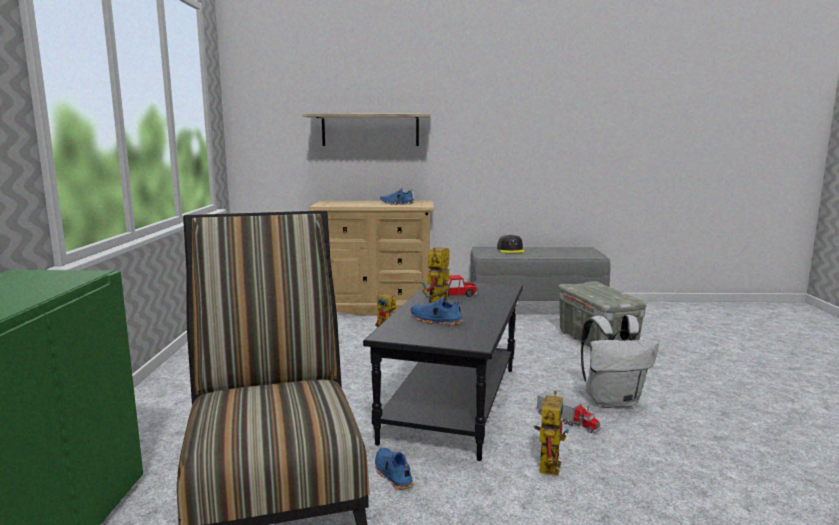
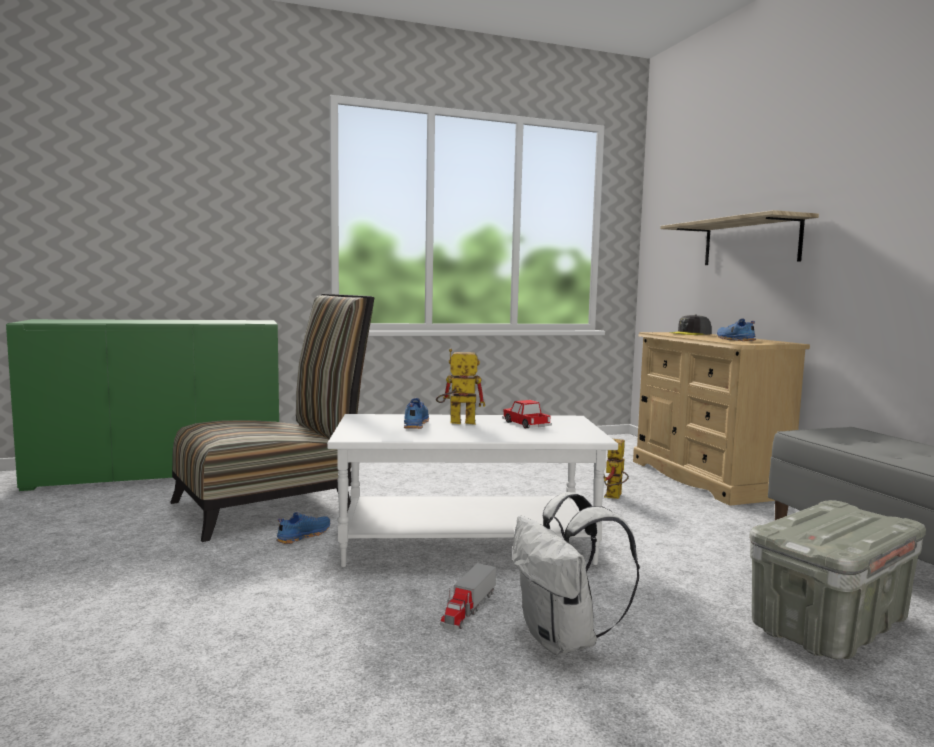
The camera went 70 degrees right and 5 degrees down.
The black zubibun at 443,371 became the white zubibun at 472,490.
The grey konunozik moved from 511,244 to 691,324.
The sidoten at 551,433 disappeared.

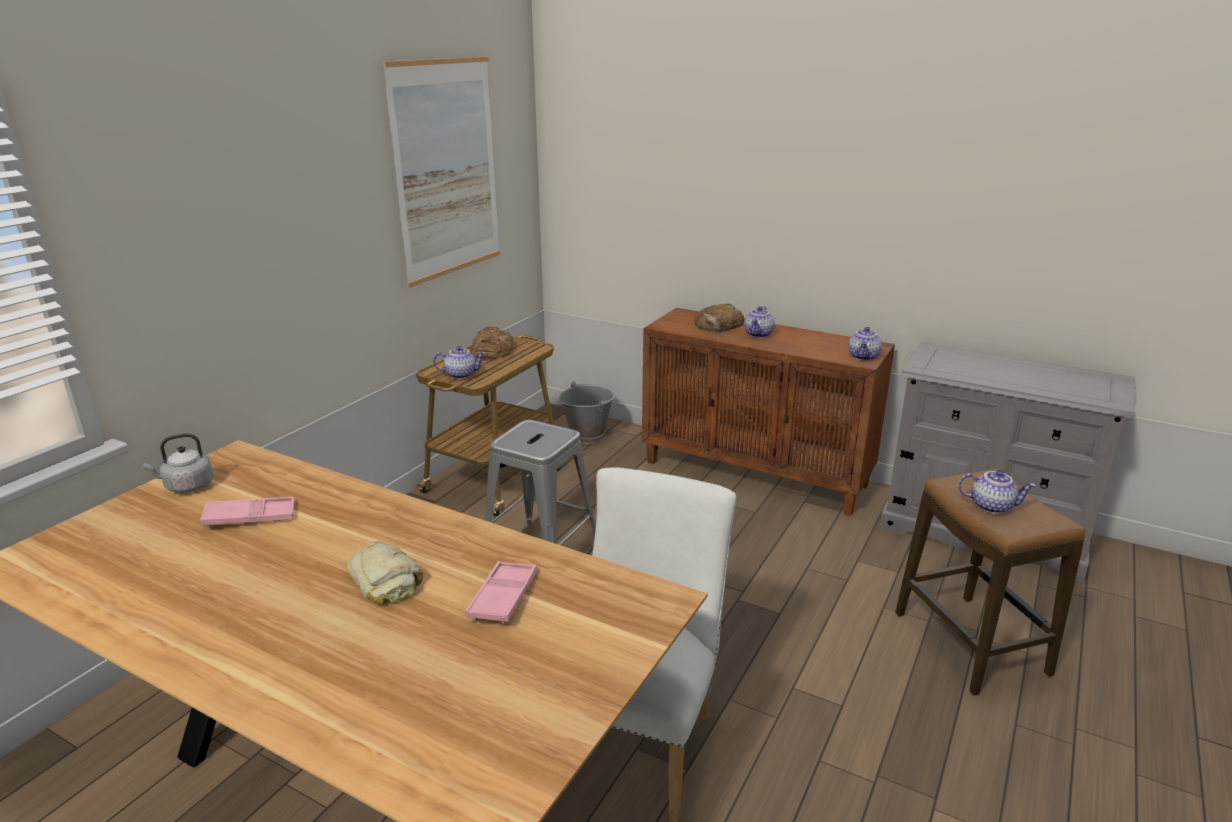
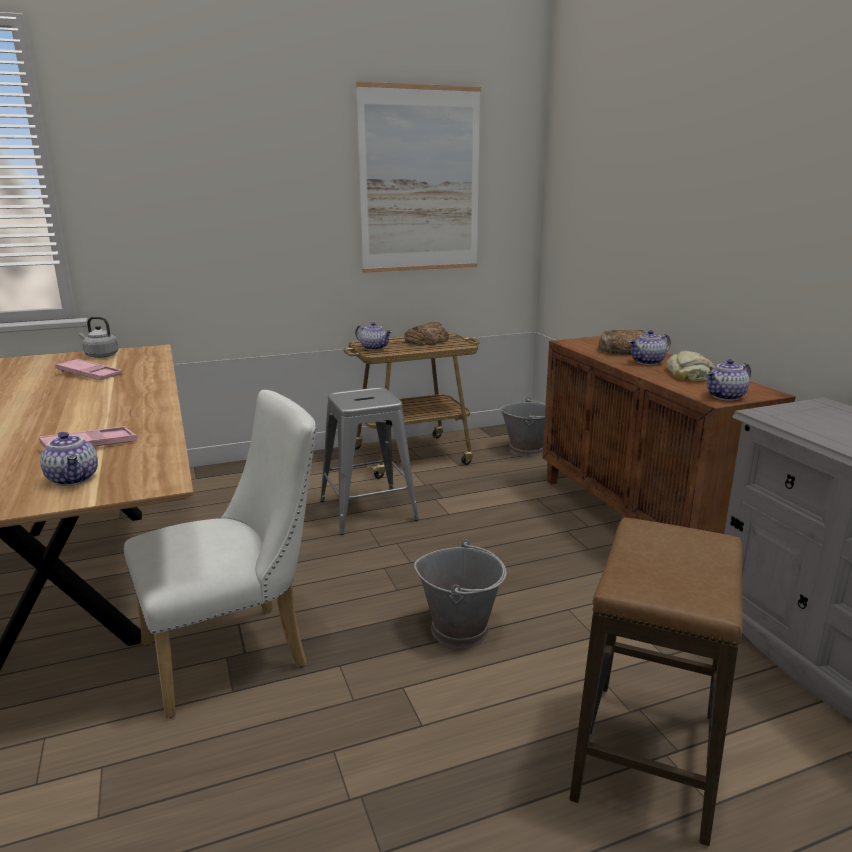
The camera went 40 degrees right and 5 degrees down.
The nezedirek moved from 385,572 to 691,366.
The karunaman moved from 997,492 to 69,459.
The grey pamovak at 460,593 appeared.

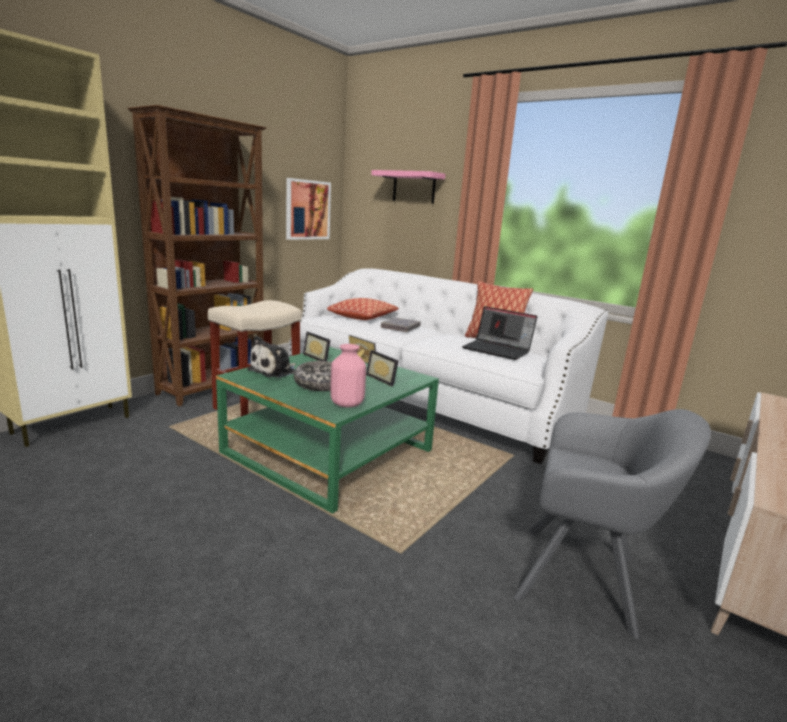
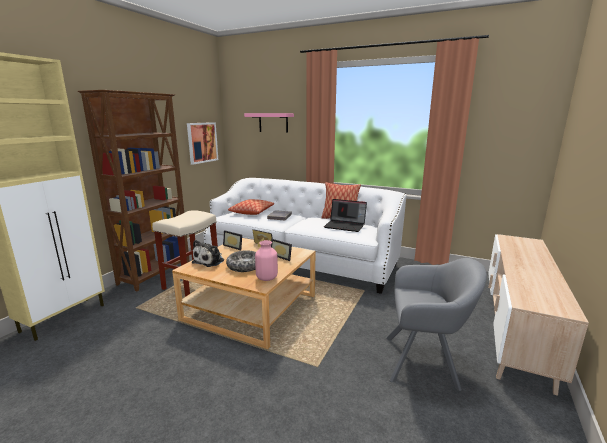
The camera went 10 degrees left and 0 degrees up.
The green zubibun at 327,430 became the beige zubibun at 243,293.

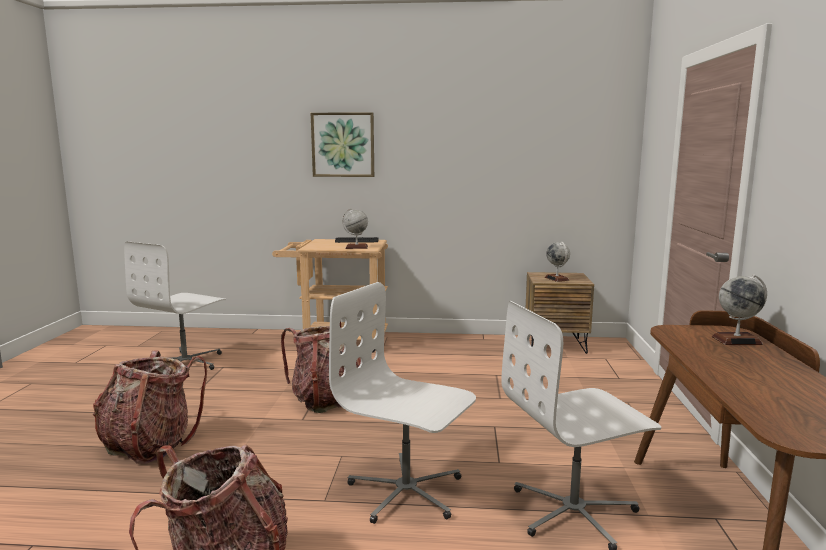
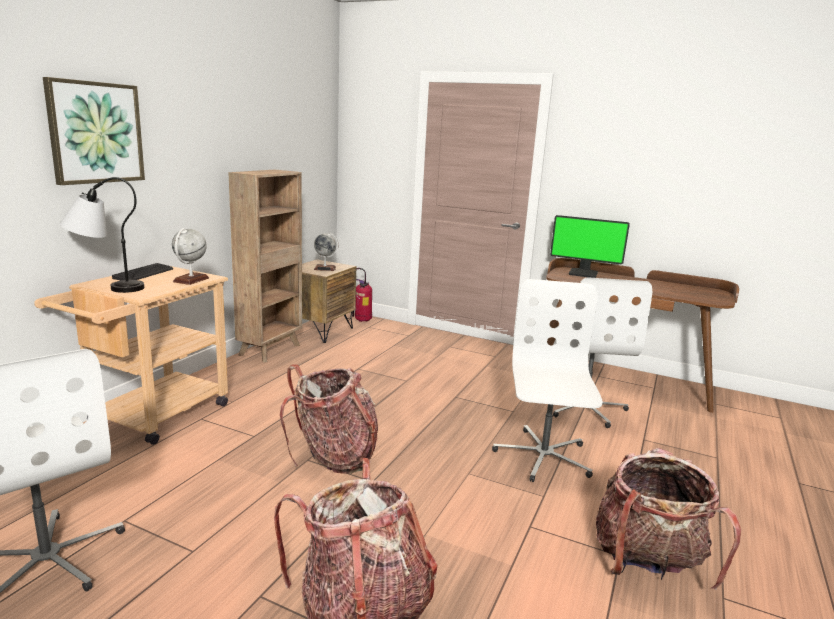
The camera went 70 degrees left and 5 degrees up.
The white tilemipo at 402,403 turned 135 degrees clockwise.
The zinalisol at 739,309 was replaced by the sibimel at 590,246.
The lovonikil at 102,235 appeared.
The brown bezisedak at 265,266 appeared.
The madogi at 362,295 appeared.

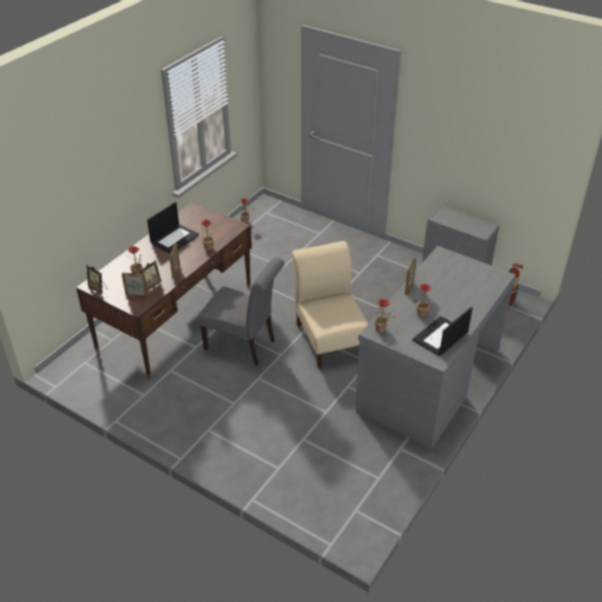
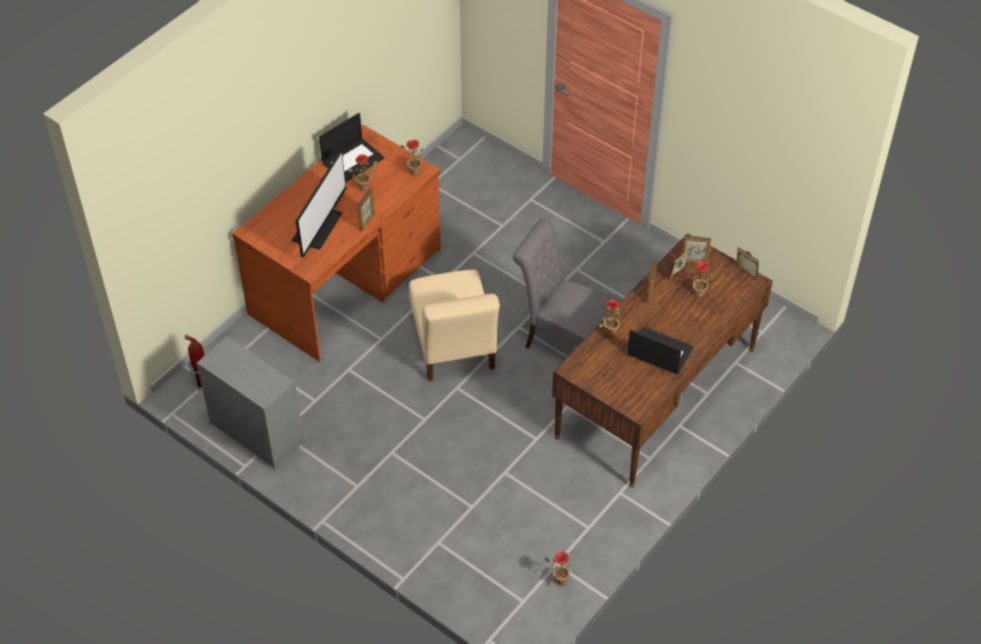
The camera went 175 degrees left and 10 degrees up.
The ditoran at 173,228 turned 75 degrees clockwise.
The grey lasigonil at 435,347 became the brown lasigonil at 336,243.
The sibimel at 319,204 appeared.

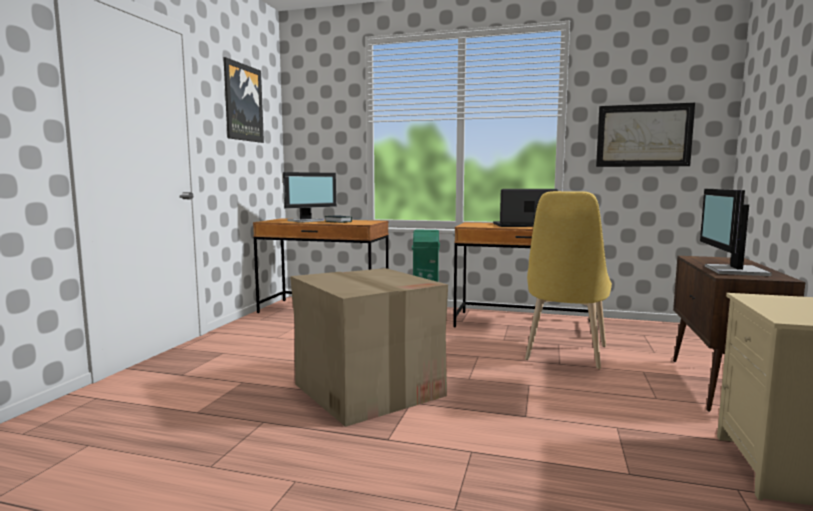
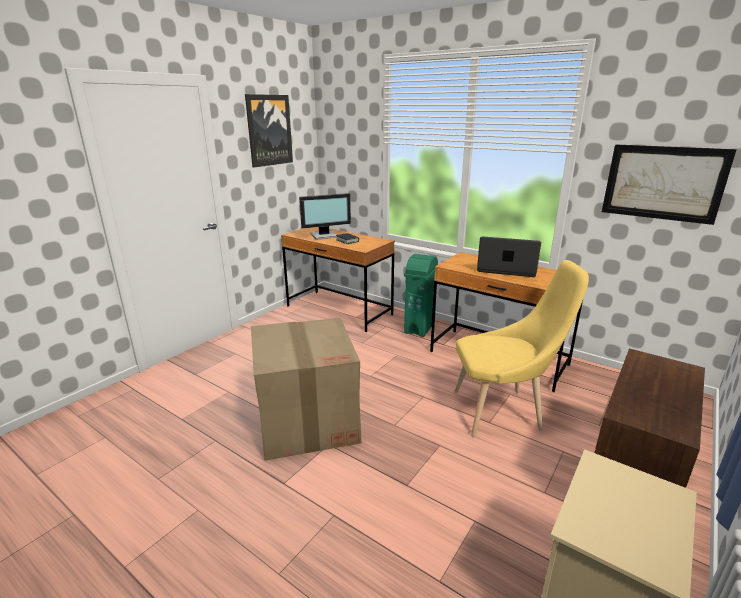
The camera went 20 degrees right and 15 degrees up.
The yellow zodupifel at 568,280 turned 135 degrees counterclockwise.
The sibimel at 736,232 disappeared.

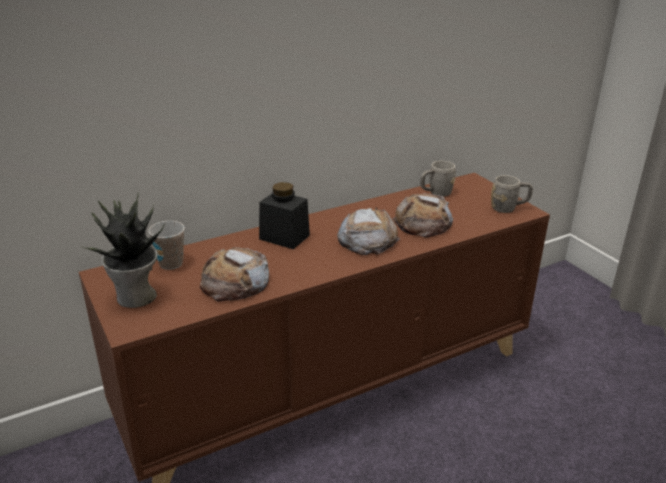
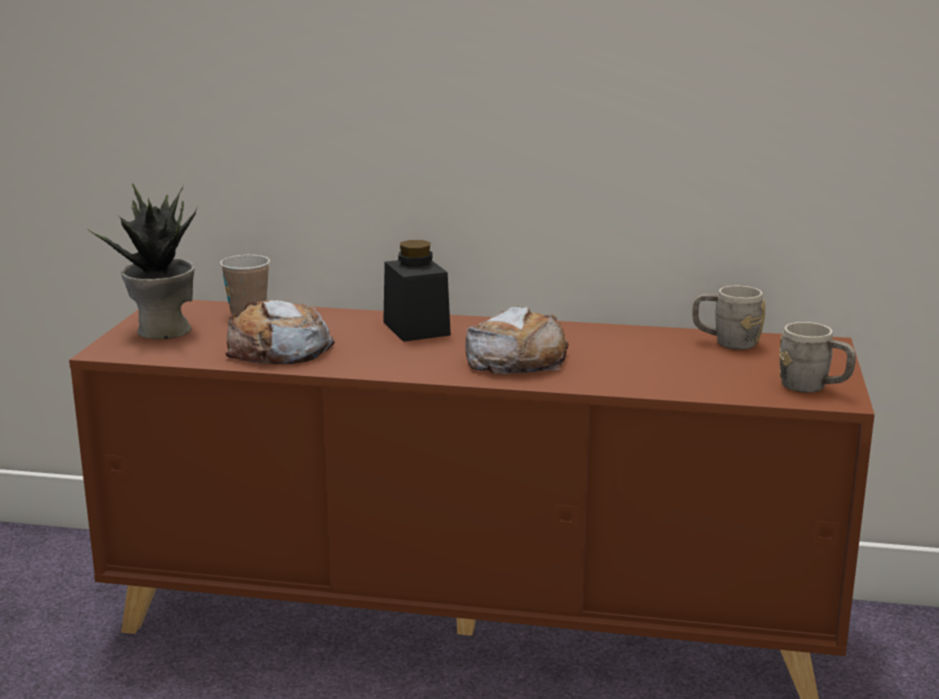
The camera went 40 degrees right and 10 degrees down.
The nezedirek at 423,215 disappeared.

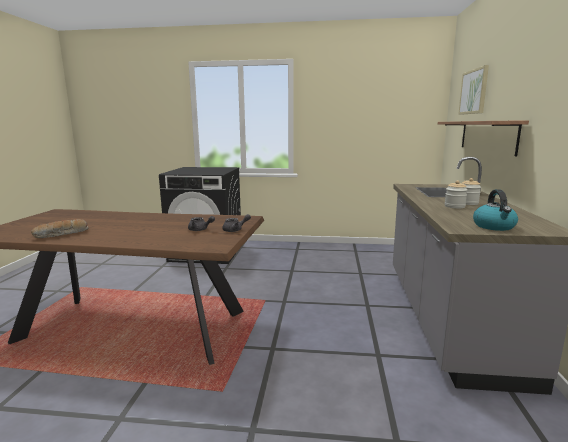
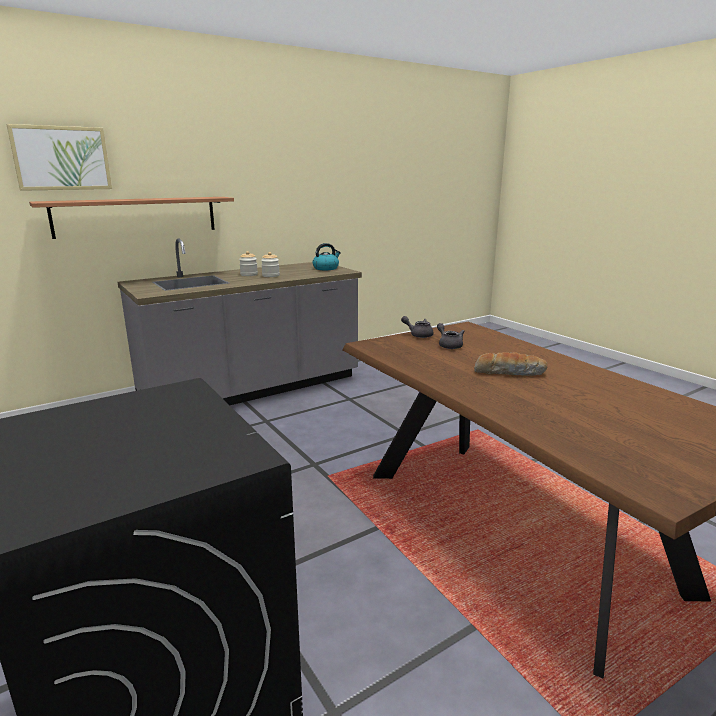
The camera went 130 degrees left and 5 degrees up.
The nezedirek moved from 60,228 to 510,364.

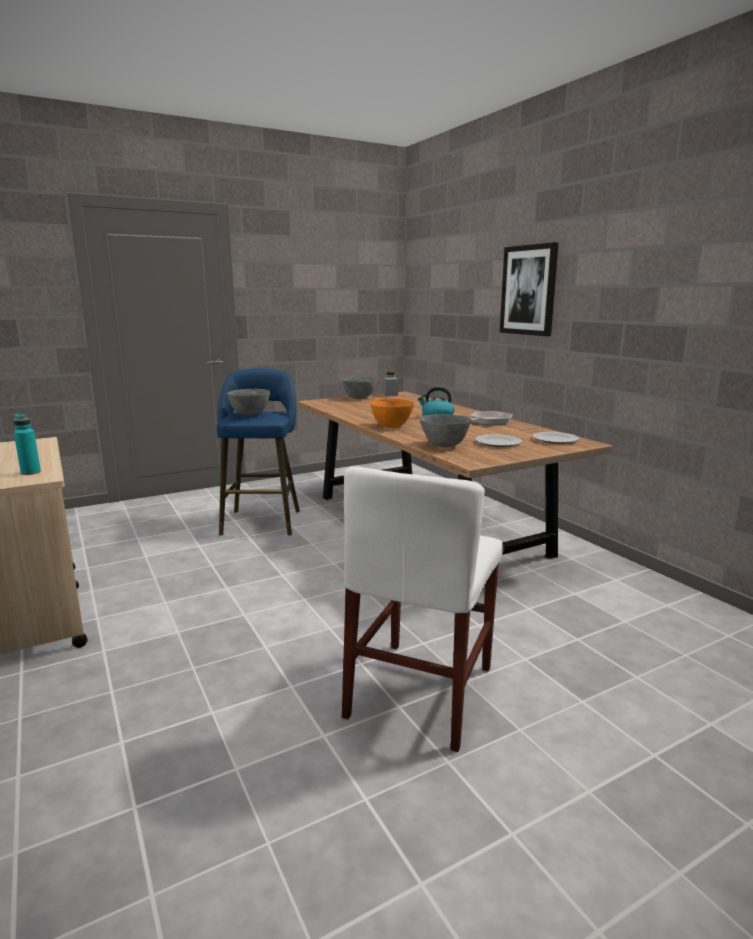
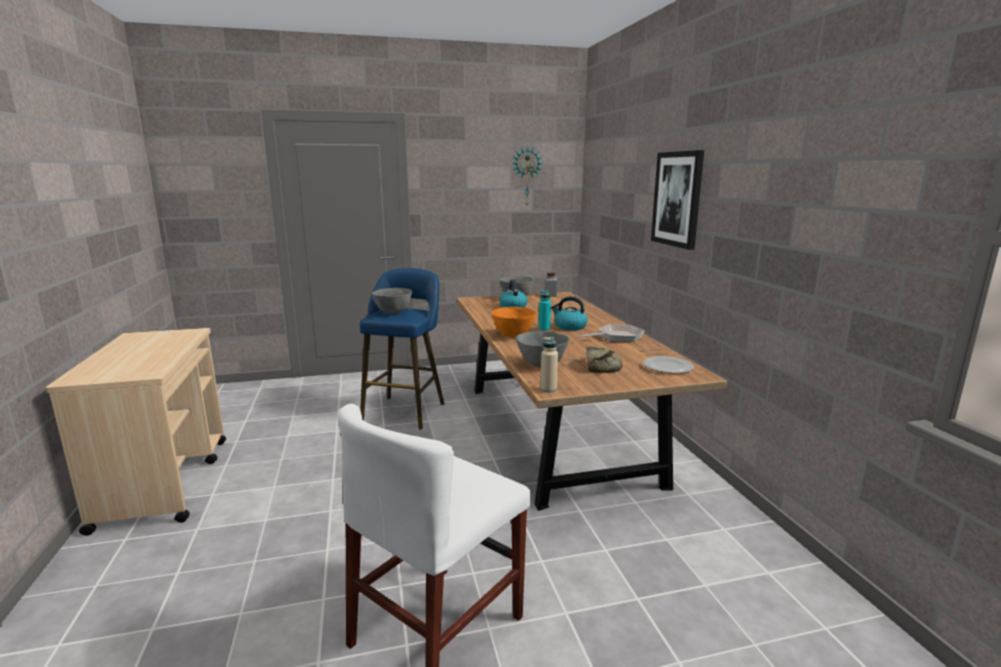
The camera went 15 degrees right and 0 degrees up.
The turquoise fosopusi moved from 27,444 to 545,310.
The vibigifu at 498,441 was replaced by the nezedirek at 604,359.
The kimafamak at 513,293 appeared.
The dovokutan at 527,176 appeared.
The beige fosopusi at 549,365 appeared.

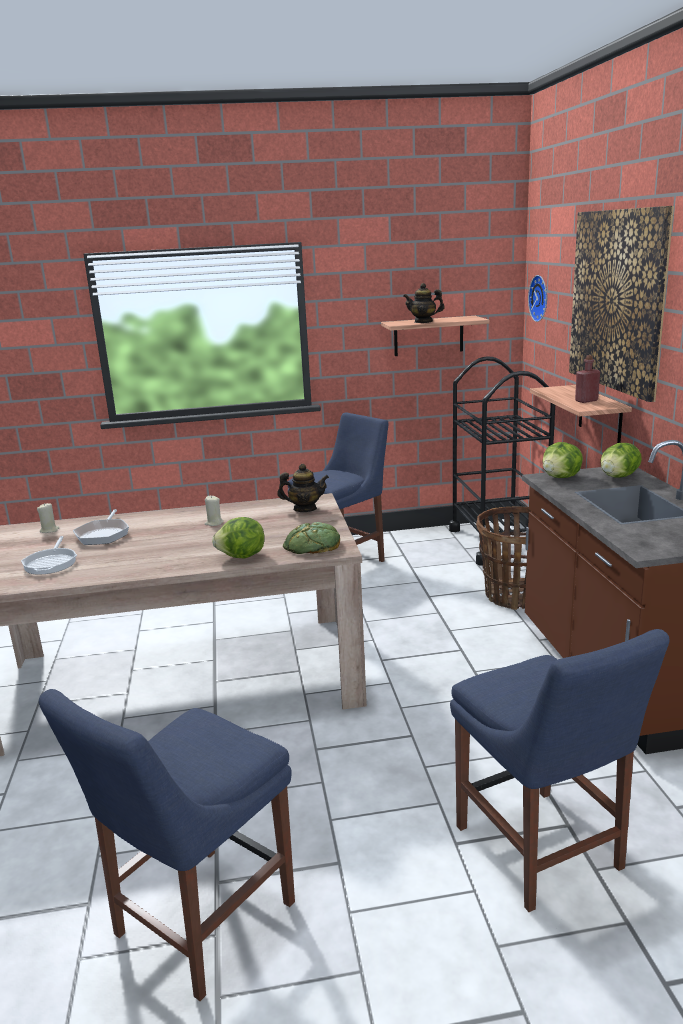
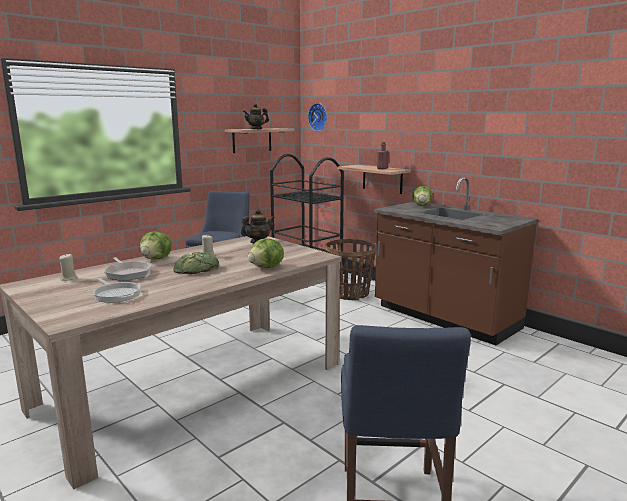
The camera went 35 degrees left and 5 degrees down.
The nezedirek moved from 311,538 to 196,263.
The blue zodupifel at 560,770 disappeared.
The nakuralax moved from 562,460 to 156,245.
The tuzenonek at 621,304 disappeared.

